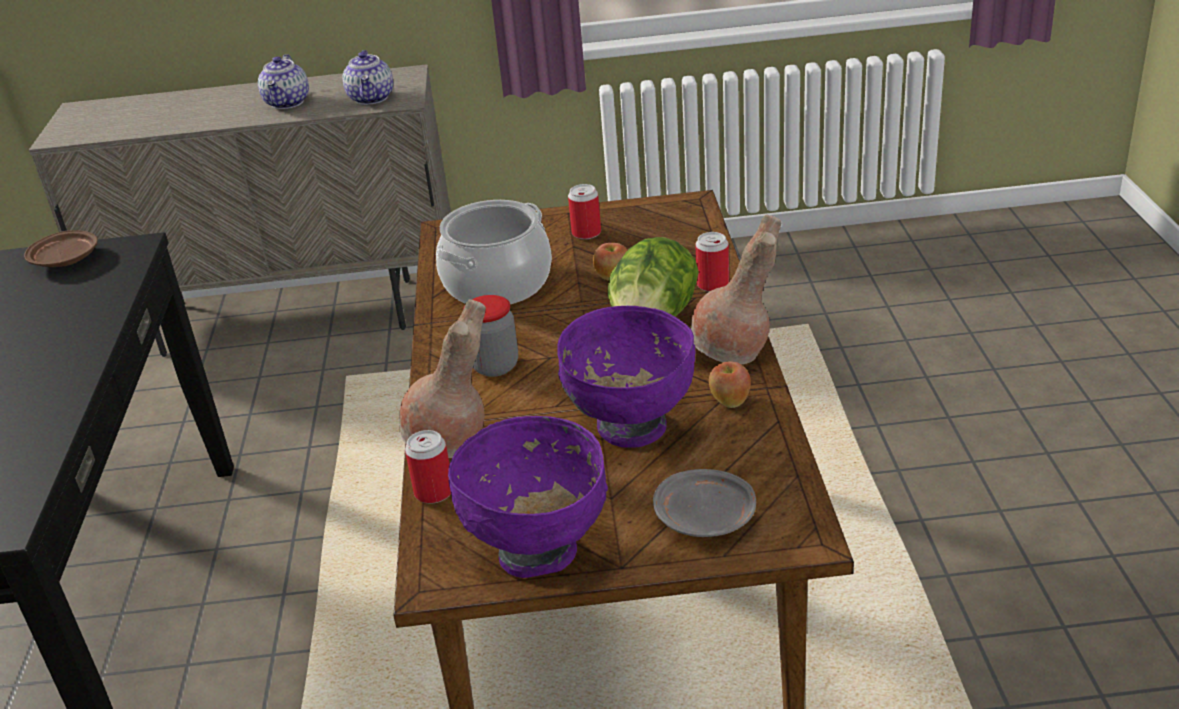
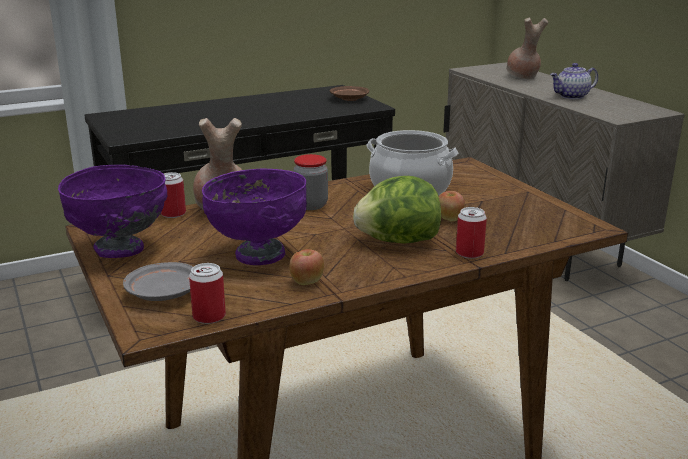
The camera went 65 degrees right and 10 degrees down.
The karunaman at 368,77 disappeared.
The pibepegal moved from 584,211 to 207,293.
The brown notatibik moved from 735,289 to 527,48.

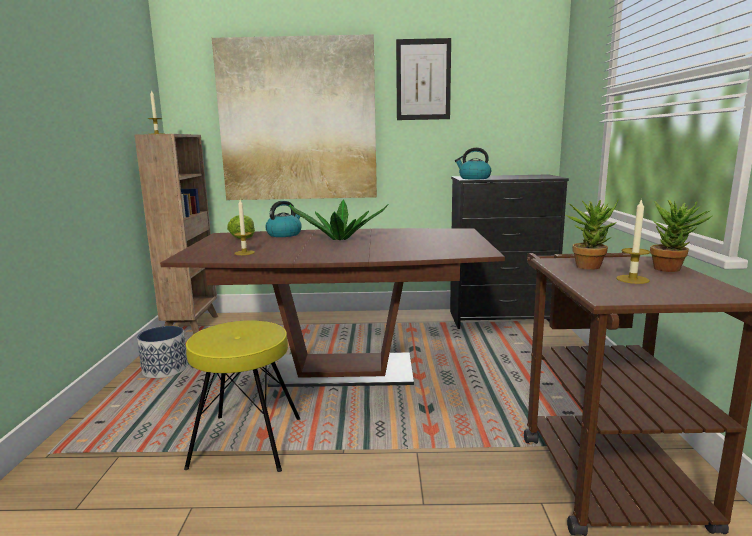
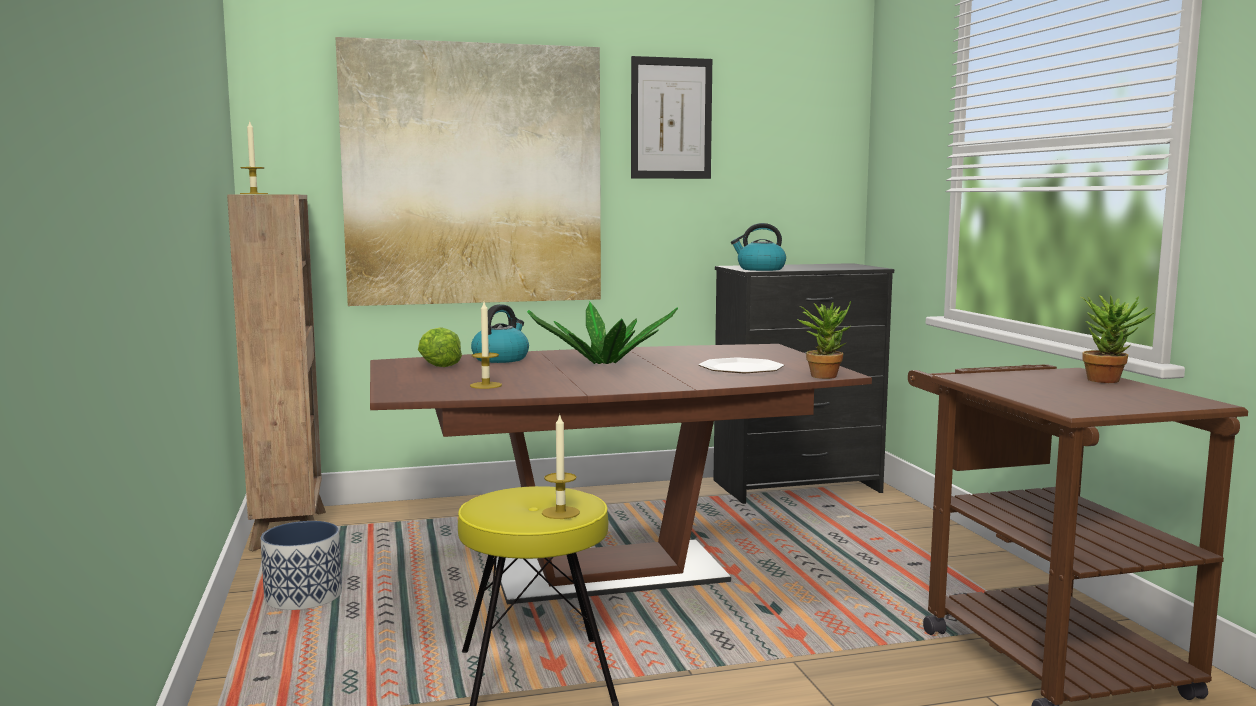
The camera went 15 degrees left and 5 degrees down.
The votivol moved from 592,234 to 824,340.
The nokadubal moved from 633,241 to 561,467.
The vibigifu at 741,365 appeared.

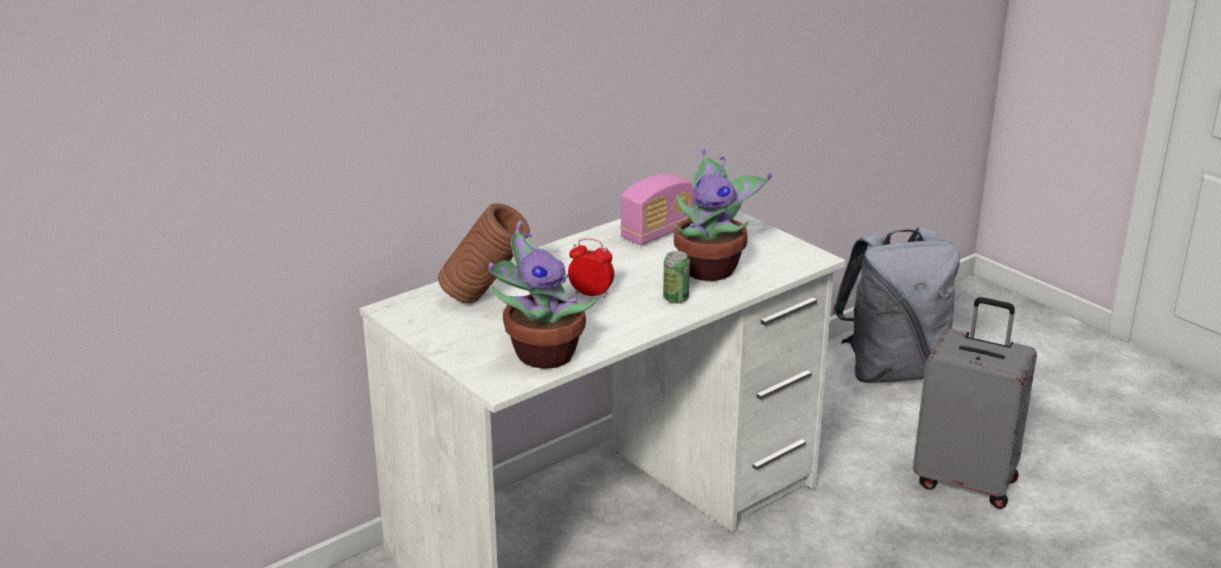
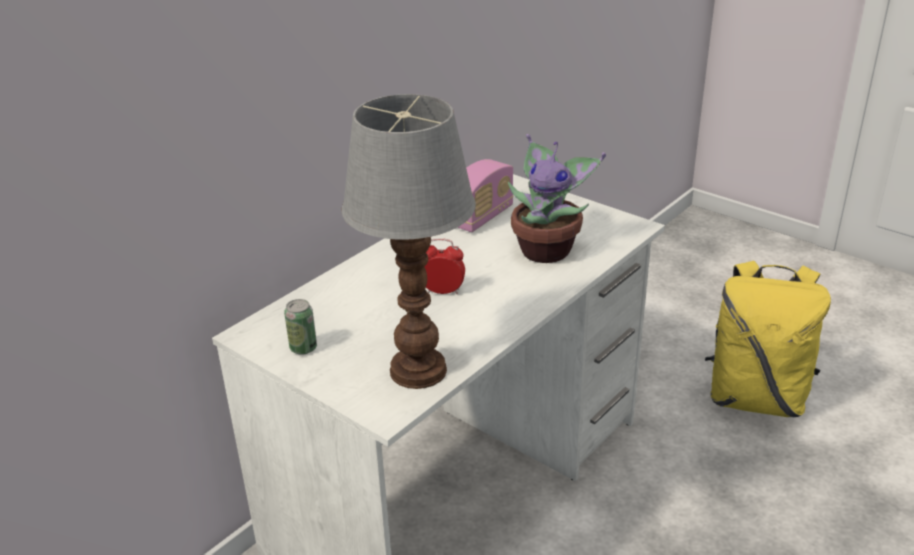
The camera went 10 degrees left and 5 degrees up.
The brown notatibik at 484,253 disappeared.
The votivol at 543,294 was replaced by the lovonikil at 409,241.
The pibepegal moved from 676,277 to 300,327.
The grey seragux at 896,305 disappeared.
The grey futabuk at 975,403 was replaced by the yellow seragux at 768,339.

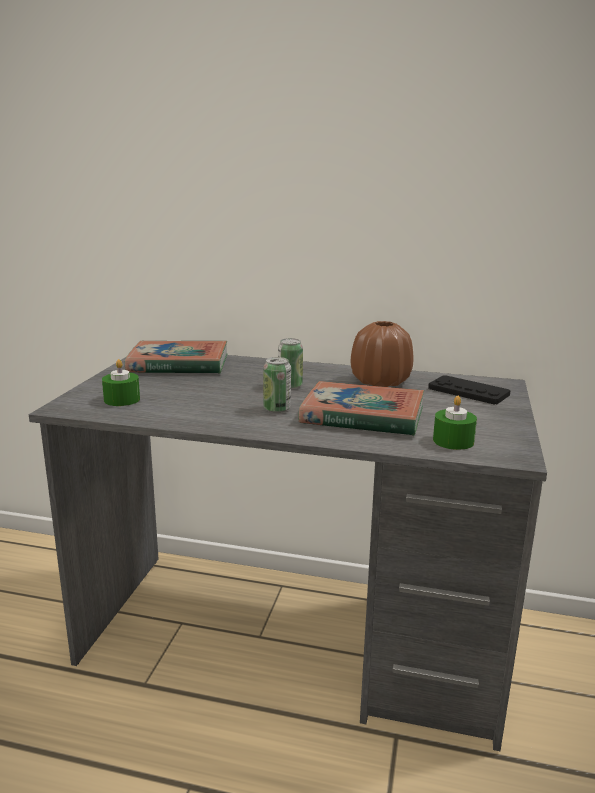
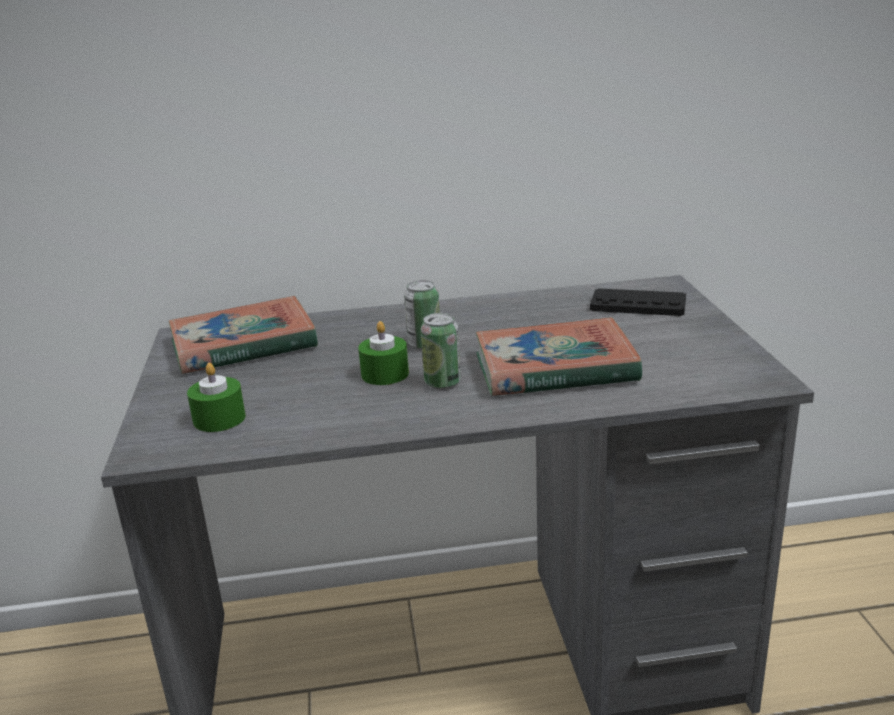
The camera went 20 degrees left and 5 degrees up.
The brown notatibik at 382,354 disappeared.
The green nokadubal moved from 455,423 to 383,353.

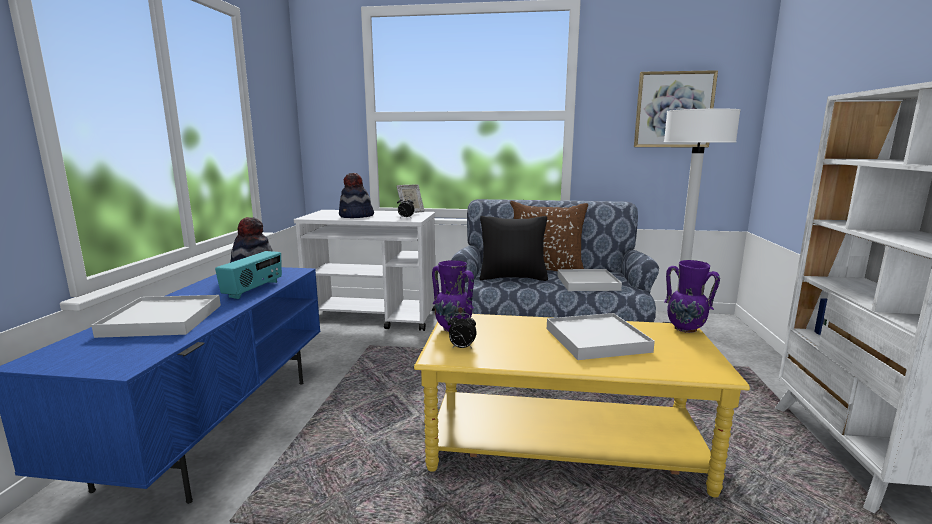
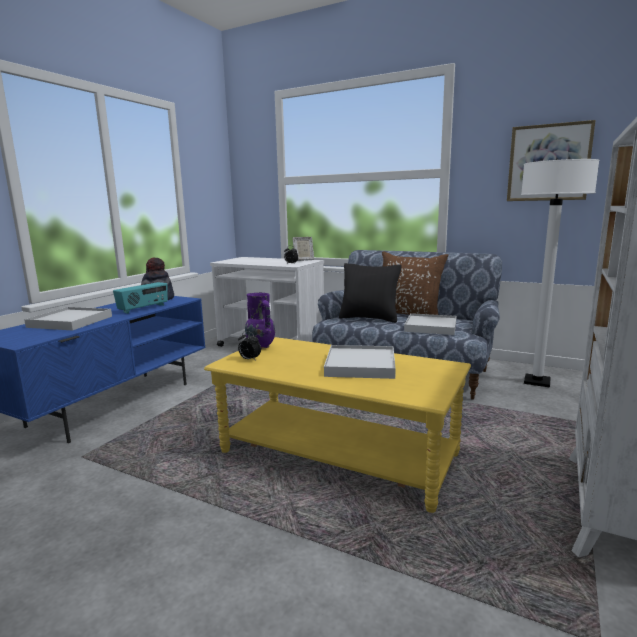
The camera went 20 degrees right and 0 degrees up.
The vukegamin at 356,195 disappeared.
The purple notatibik at 692,296 disappeared.

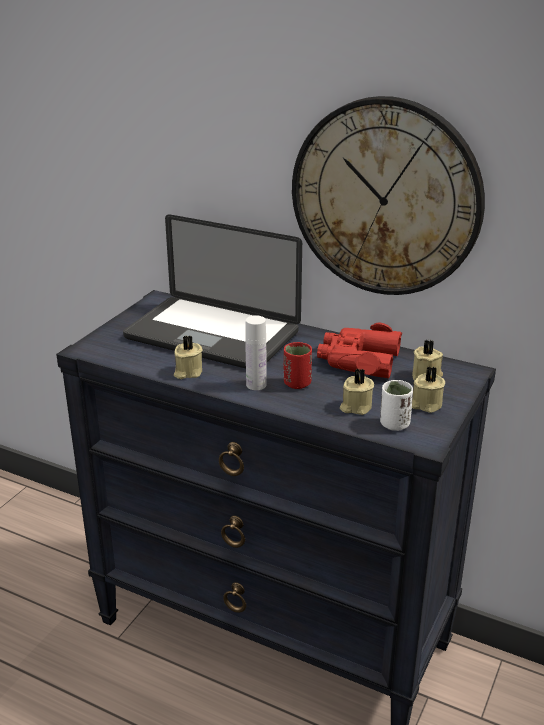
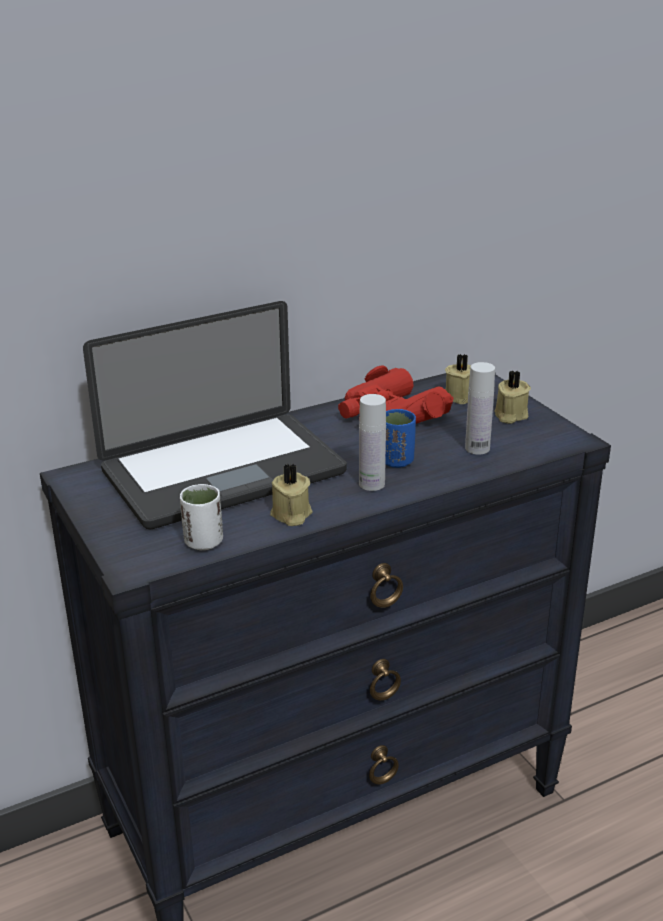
The camera went 55 degrees left and 0 degrees up.
The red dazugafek at 298,365 became the blue dazugafek at 400,438.
The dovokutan at 388,195 disappeared.
The beige nokadubal at 357,392 was replaced by the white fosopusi at 480,408.
The white dazugafek moved from 396,405 to 201,517.

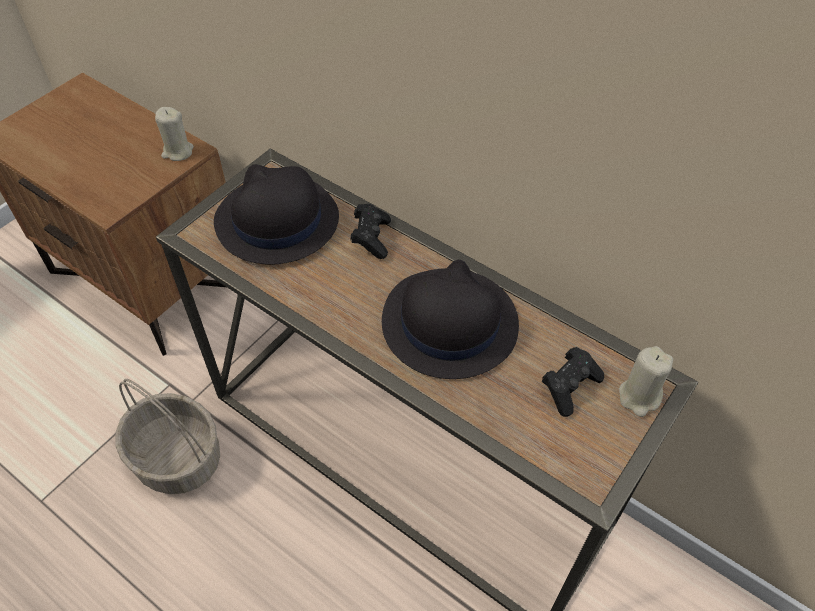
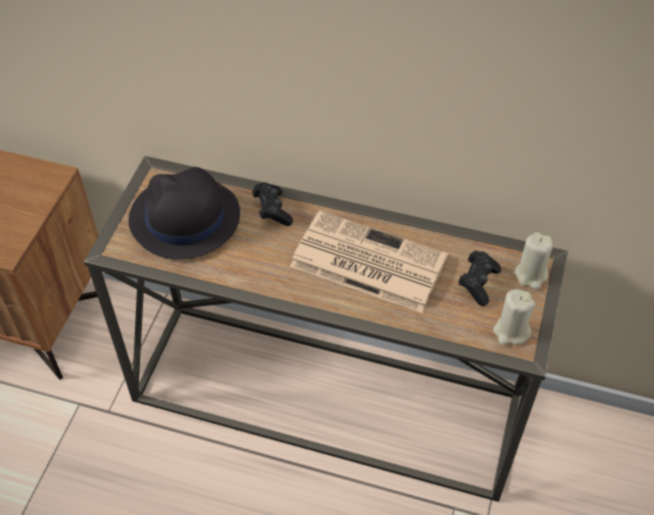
The camera went 20 degrees left and 0 degrees up.
The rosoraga at 167,436 disappeared.
The beige nokadubal moved from 174,134 to 514,317.
The black vukegamin at 450,319 was replaced by the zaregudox at 369,262.

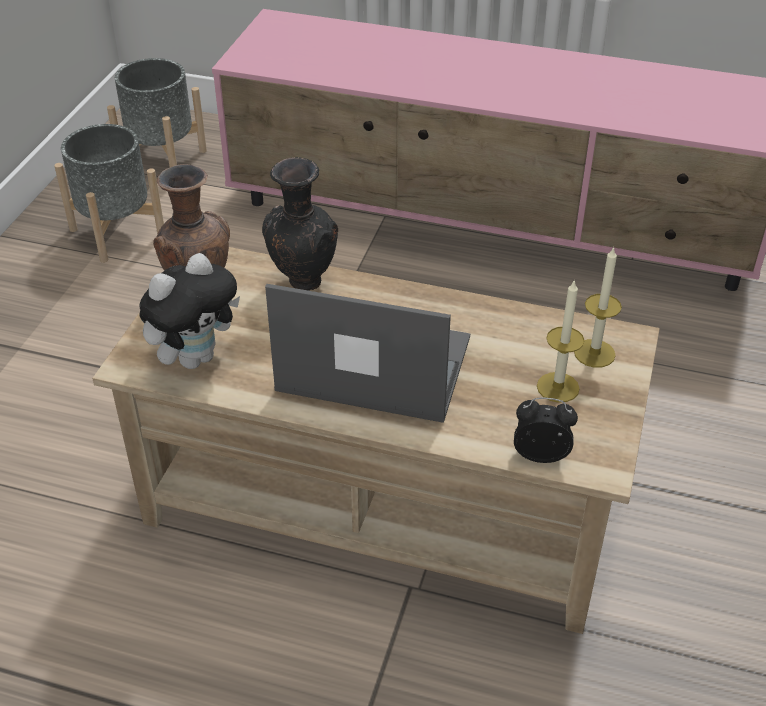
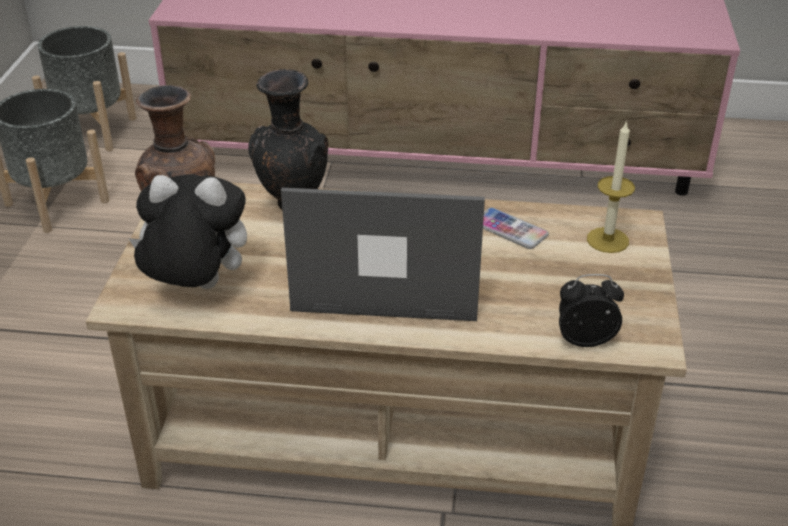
The camera went 10 degrees left and 5 degrees down.
The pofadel at 189,311 turned 120 degrees counterclockwise.
The nokadubal at 560,341 disappeared.
The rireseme at 516,228 appeared.

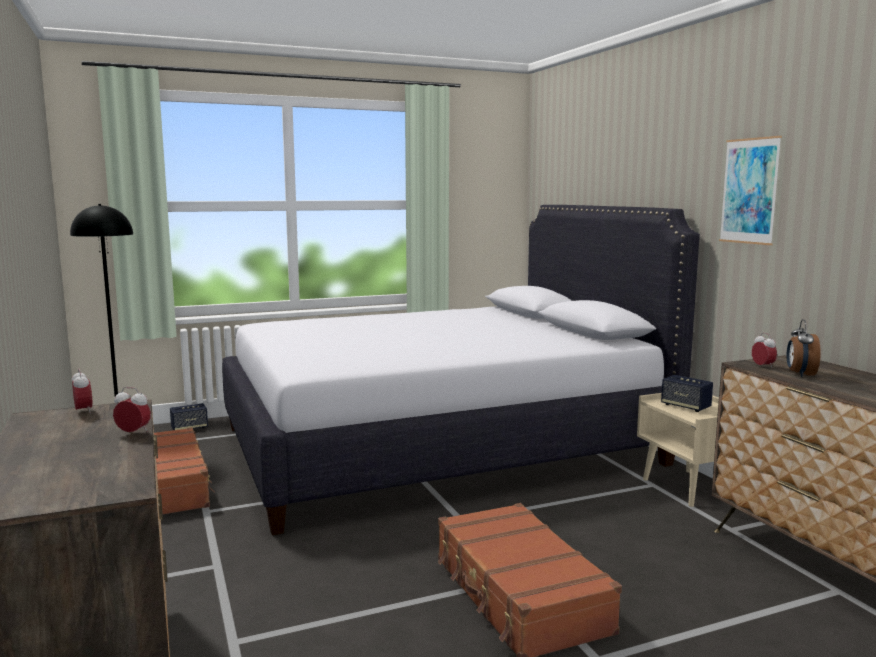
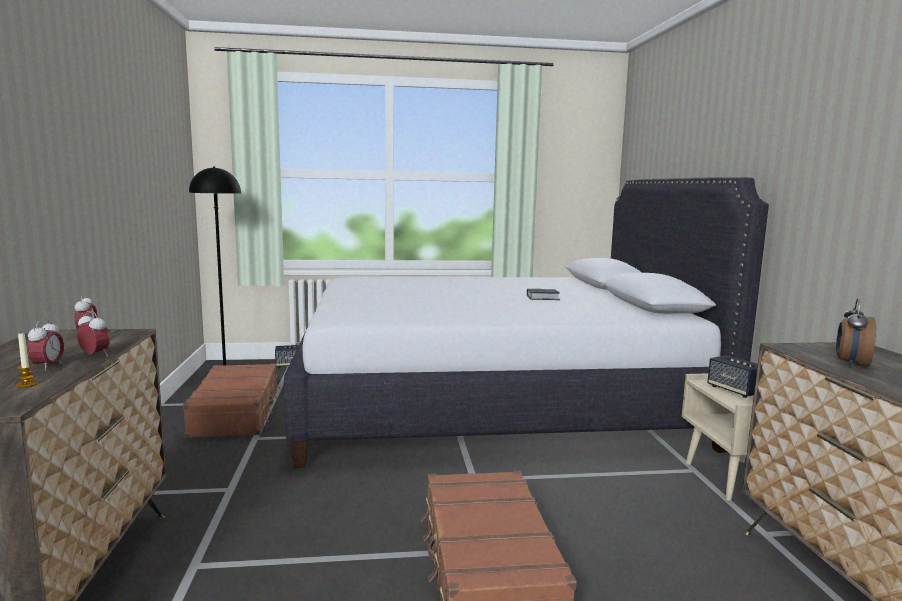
The camera went 15 degrees right and 0 degrees up.
The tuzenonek at 750,190 disappeared.
The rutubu moved from 764,351 to 45,345.
The nokadubal at 27,360 appeared.
The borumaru at 543,294 appeared.

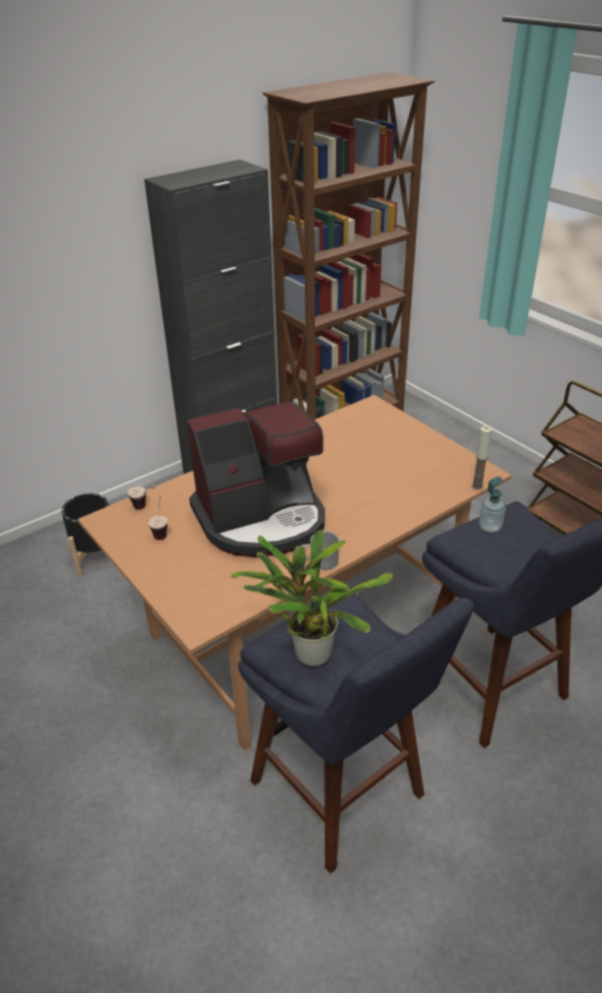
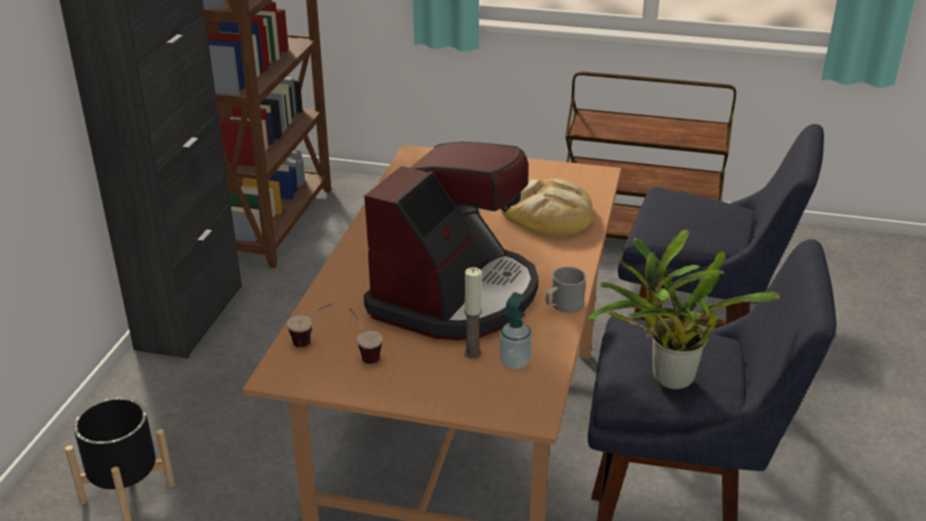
The camera went 40 degrees left and 5 degrees down.
The nokadubal moved from 482,458 to 473,313.
The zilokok moved from 492,504 to 515,330.
The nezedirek at 547,207 appeared.

